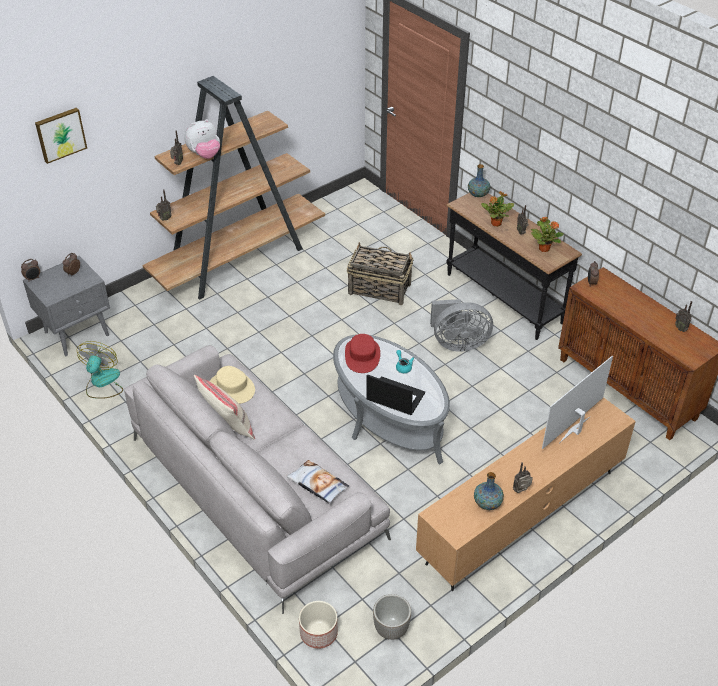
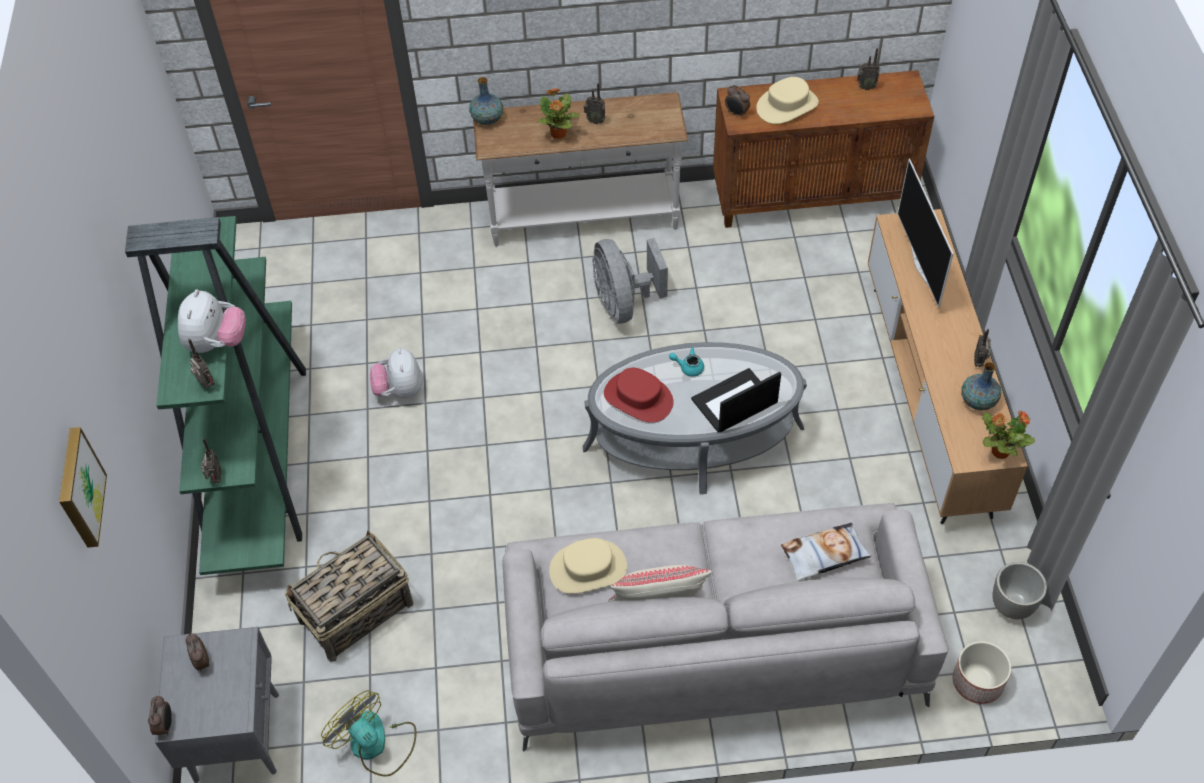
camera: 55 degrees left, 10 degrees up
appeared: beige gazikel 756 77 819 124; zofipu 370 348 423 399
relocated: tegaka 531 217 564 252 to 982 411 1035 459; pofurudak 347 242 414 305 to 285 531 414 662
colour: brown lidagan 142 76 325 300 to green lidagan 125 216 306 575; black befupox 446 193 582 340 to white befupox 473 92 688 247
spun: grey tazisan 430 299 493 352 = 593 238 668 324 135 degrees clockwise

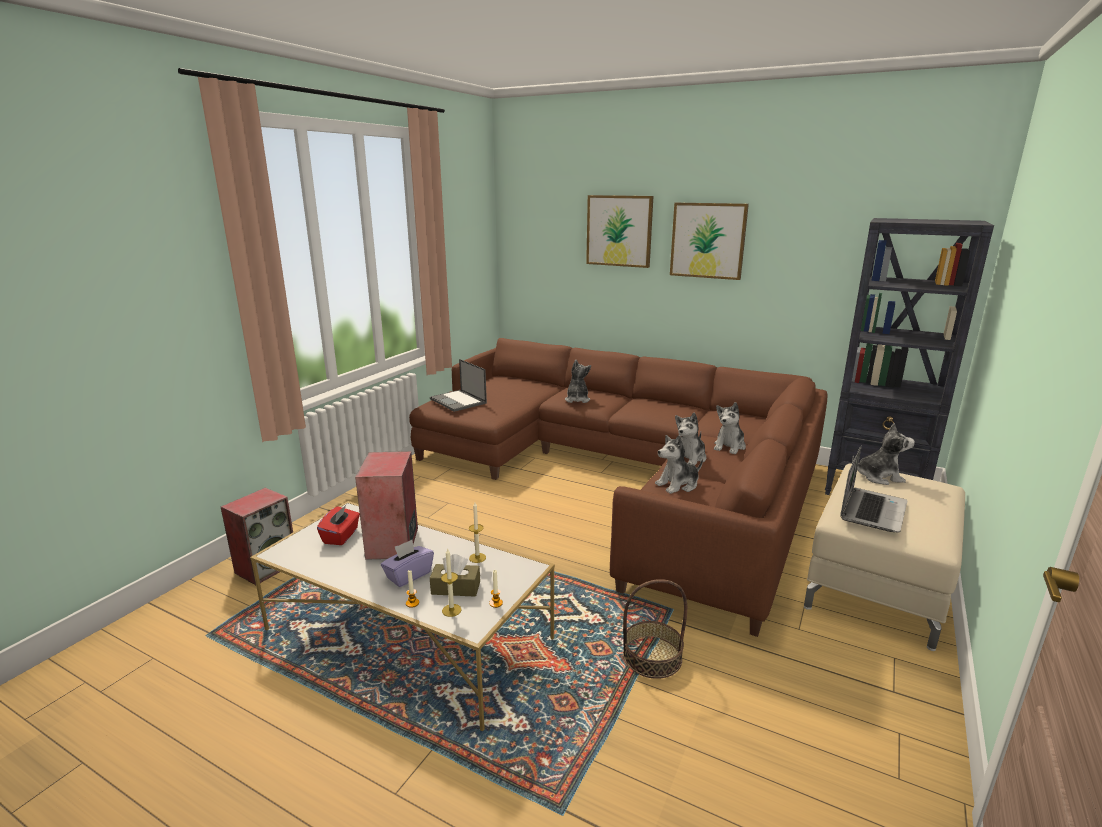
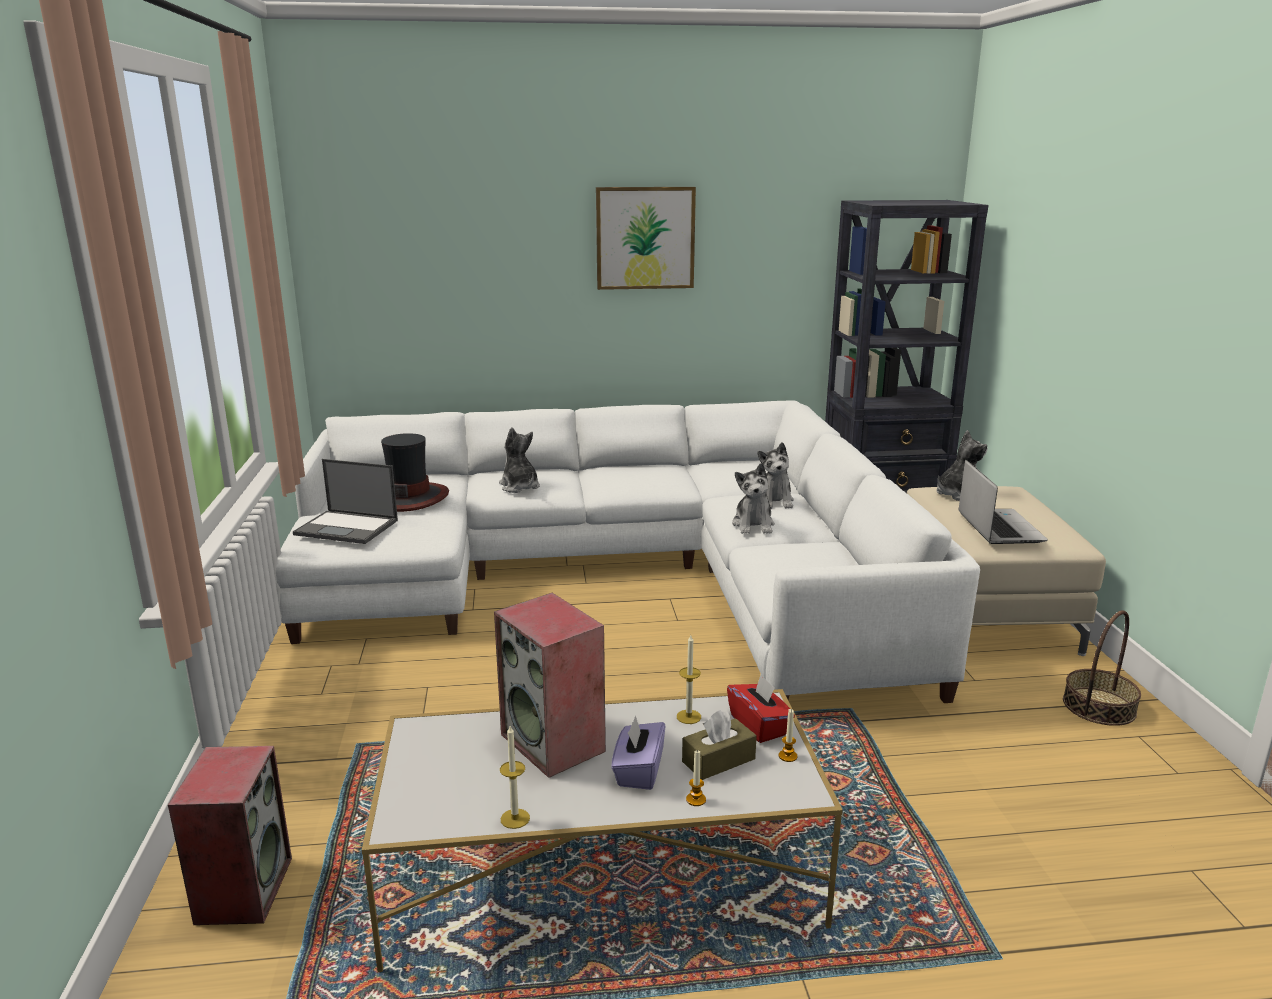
camera: 35 degrees left, 0 degrees up
missing: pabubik 586 195 653 268; zofipu 655 435 703 494
appeared: gazikel 381 433 449 512
relocated: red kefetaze 317 505 360 545 to 727 675 795 743; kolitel 441 548 462 617 to 500 726 530 829; pofurudak 623 579 687 679 to 1063 610 1141 726
colour: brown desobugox 409 338 828 637 to white desobugox 276 401 980 703

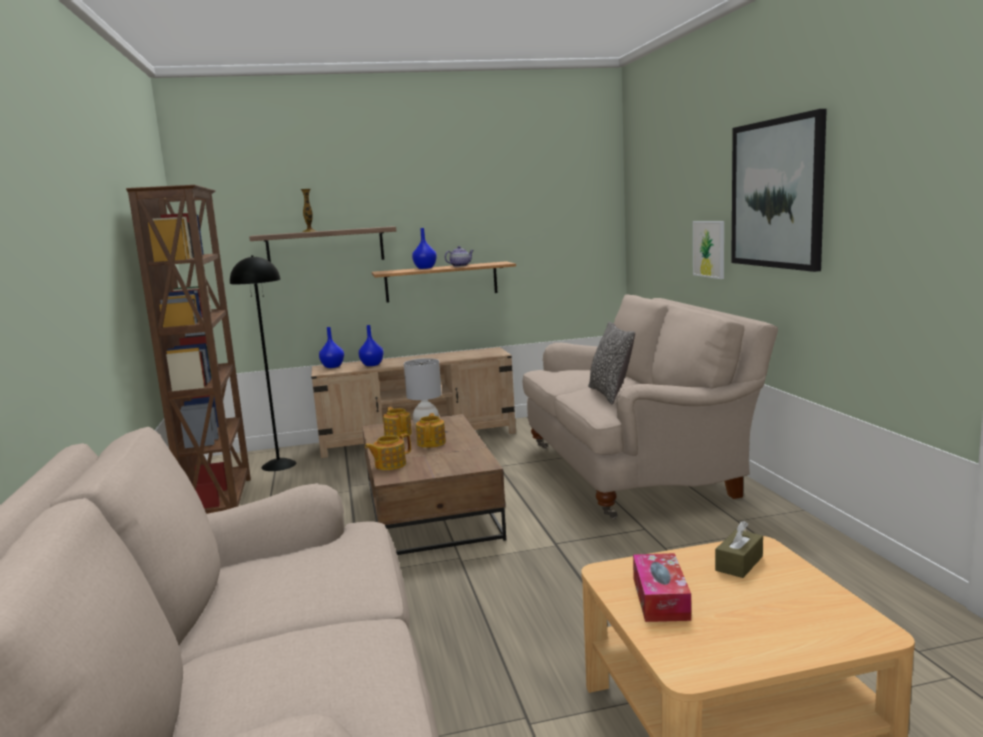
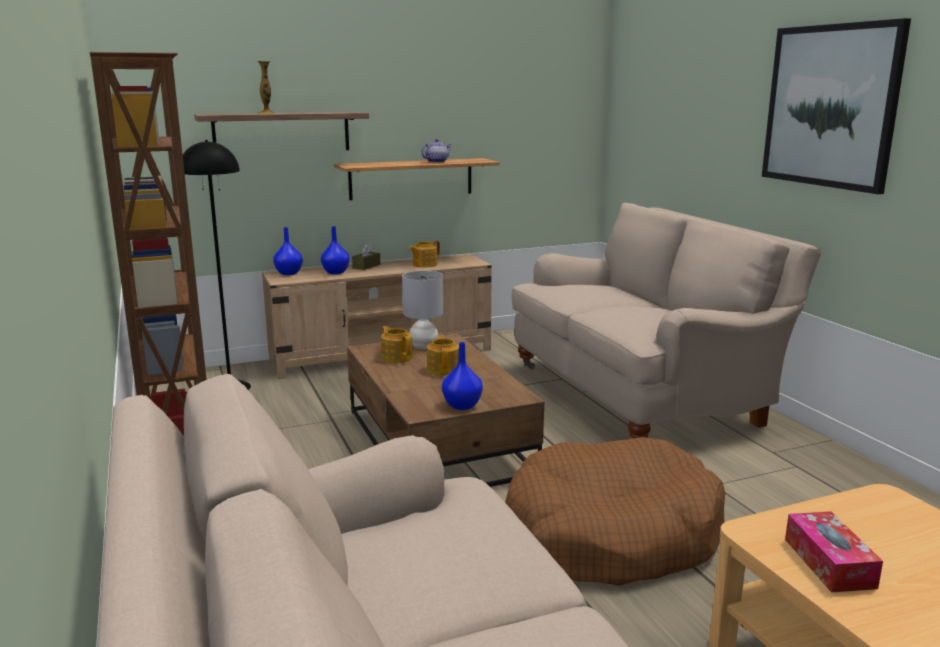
camera: 10 degrees left, 5 degrees up
missing: pabubik 693 221 724 279; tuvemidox 588 321 635 404
appeared: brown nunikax 505 437 725 586
relocated: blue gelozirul 412 228 437 269 to 442 342 483 410; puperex 365 433 411 470 to 409 241 440 267; brown kefetaze 715 521 763 578 to 352 243 380 270

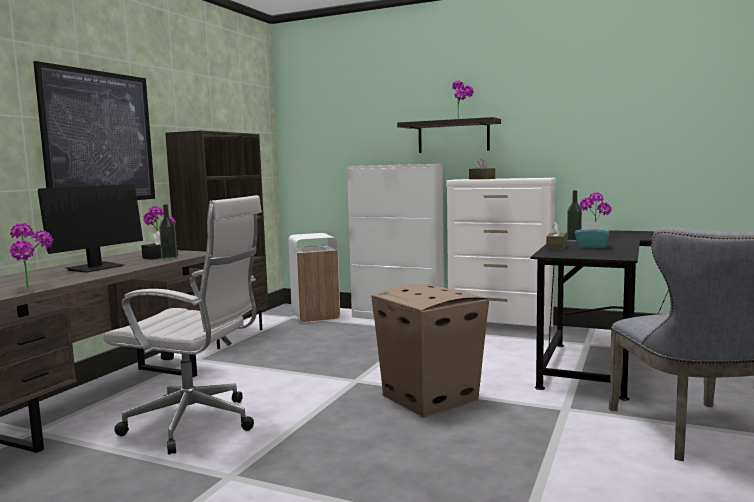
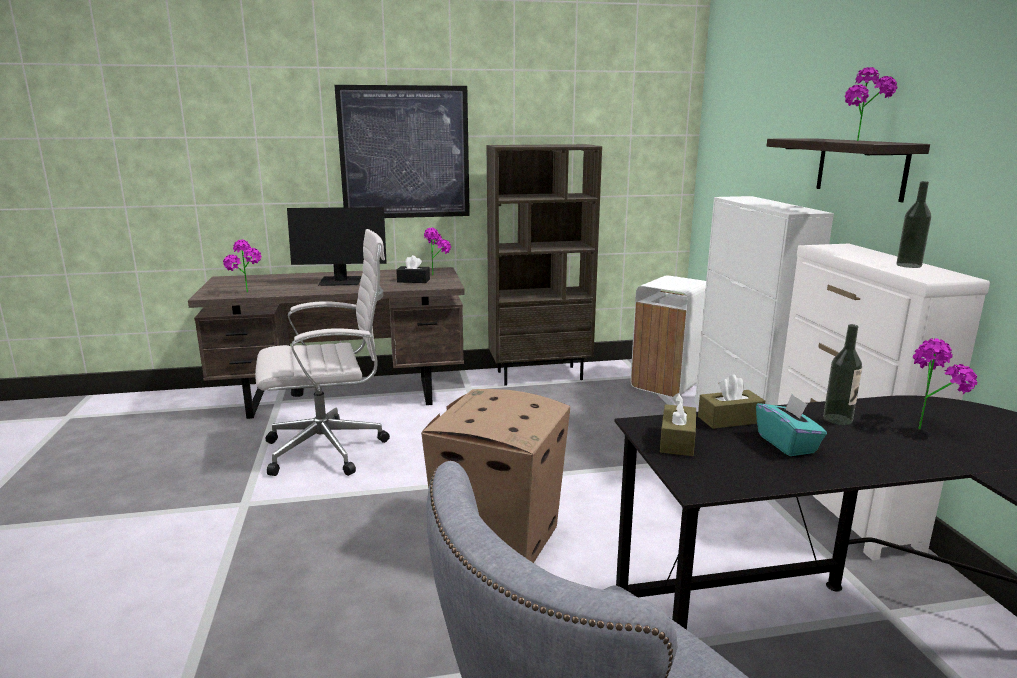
camera: 55 degrees right, 10 degrees up
relocated: brown kefetaze 469 158 495 179 to 660 393 696 456; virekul 159 204 177 260 to 896 181 931 268
spun: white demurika 103 195 262 455 = 255 229 390 476 90 degrees counterclockwise

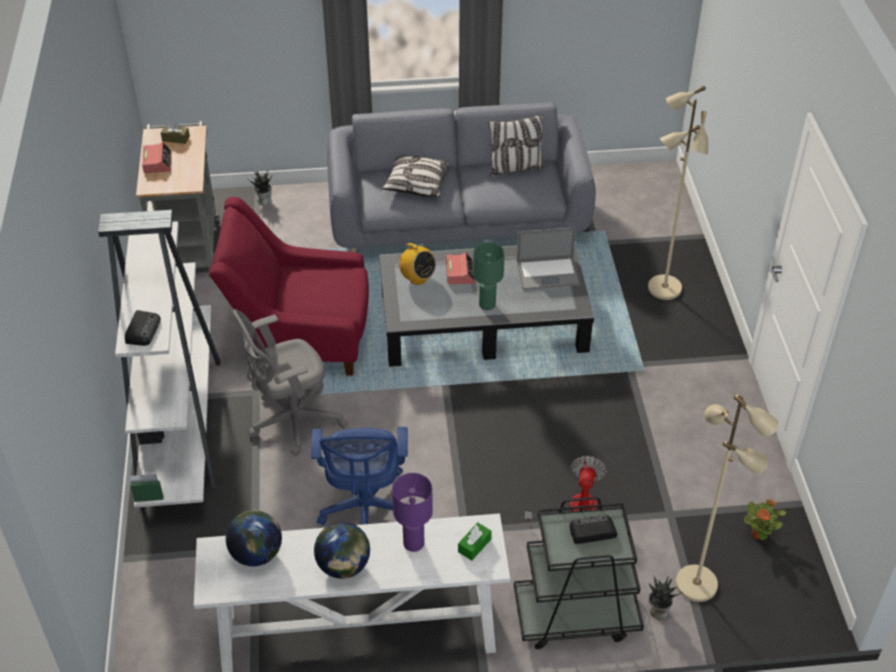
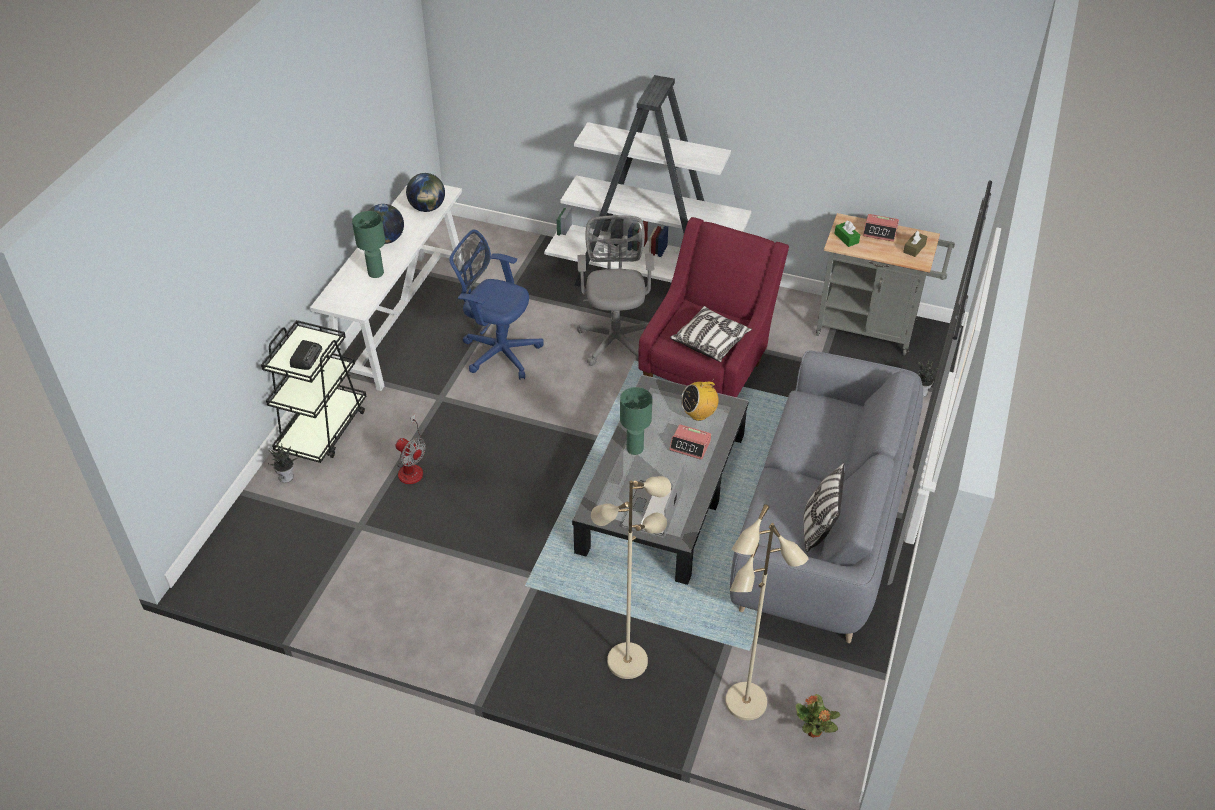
camera: 115 degrees right, 0 degrees up
missing: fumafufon 125 310 161 346
relocated: tuvemidox 382 155 450 198 to 670 306 752 362; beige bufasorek 676 394 779 602 to 725 504 808 720; tegaka 744 499 786 540 to 796 694 840 738; green kefetaze 458 522 492 561 to 834 221 860 247
colour: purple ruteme 392 473 433 552 to green ruteme 352 211 385 278

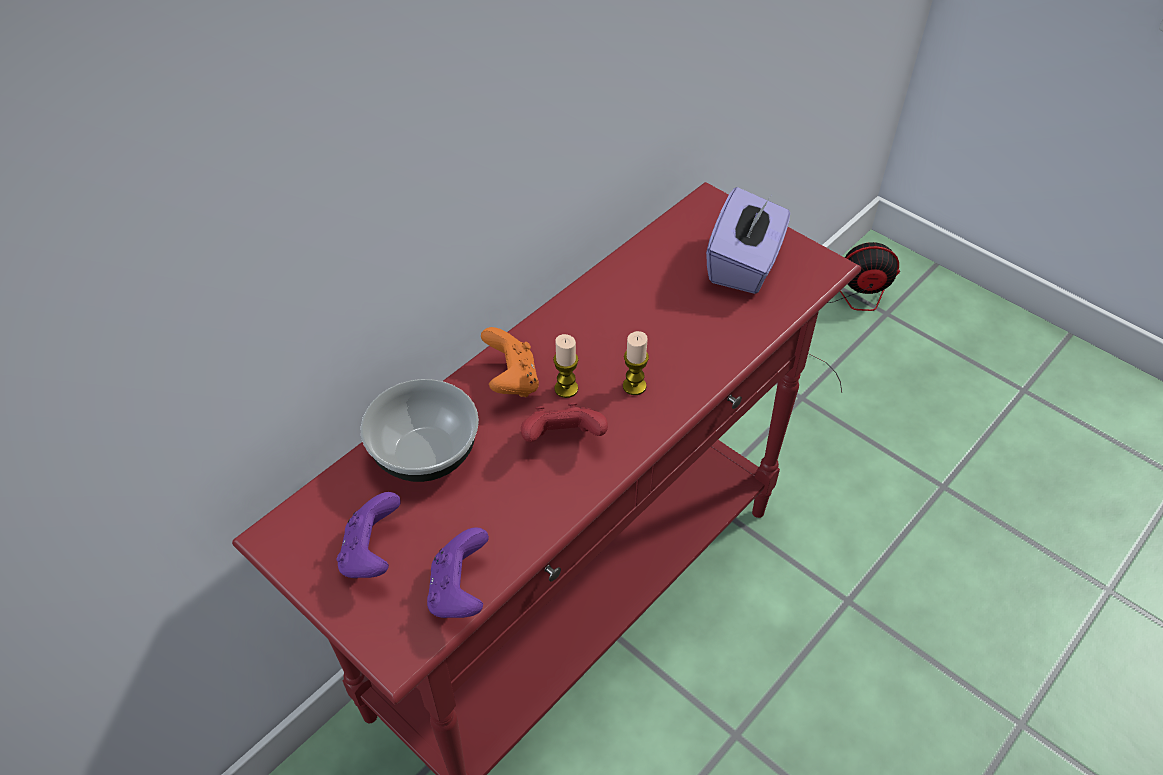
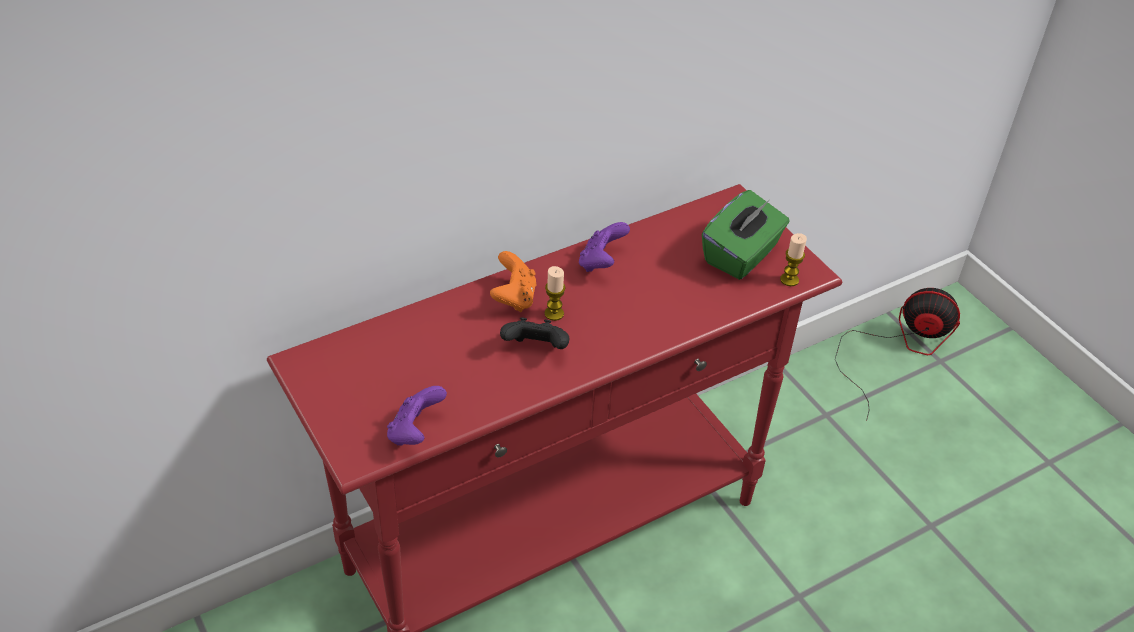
camera: 15 degrees right, 5 degrees down
missing: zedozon 361 379 479 482
relocated: kolitel 623 331 649 395 to 780 233 807 286; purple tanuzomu 336 492 401 578 to 579 222 630 272
colour: purple kefetaze 706 187 790 294 to green kefetaze 702 190 790 280; red tanuzomu 521 403 608 442 to black tanuzomu 500 317 569 349

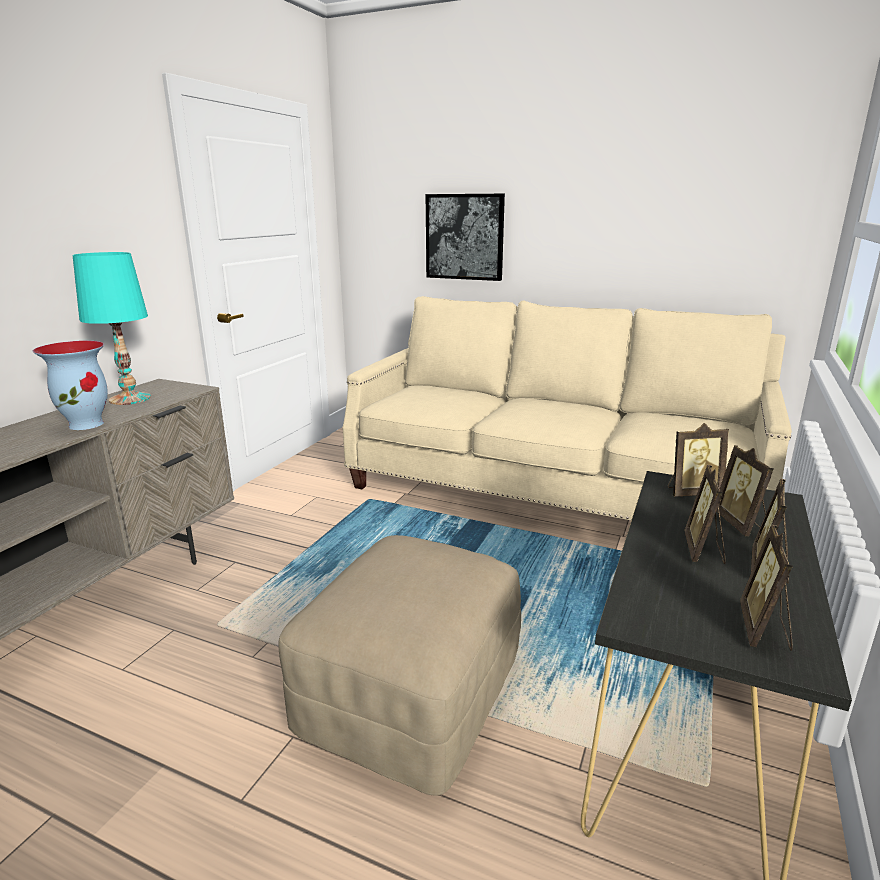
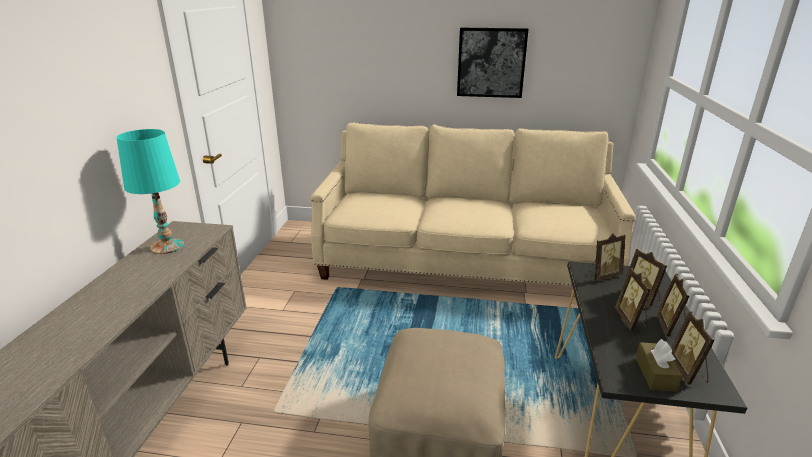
camera: 15 degrees left, 5 degrees up
missing: gelozirul 33 341 108 430
appeared: brown kefetaze 636 339 682 392
relocated: pabubik 426 194 505 281 to 457 28 529 98

